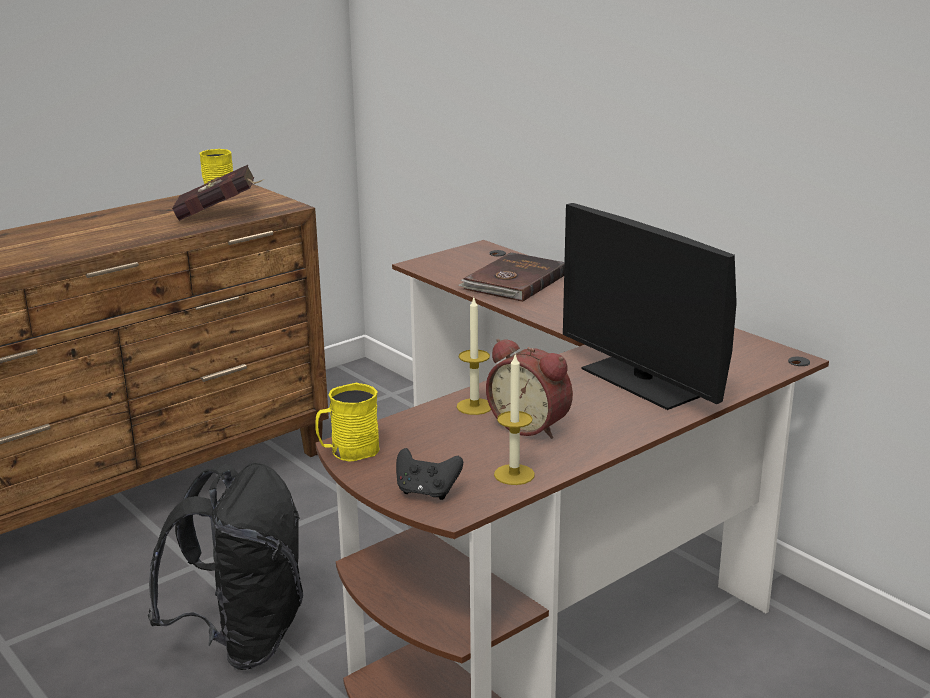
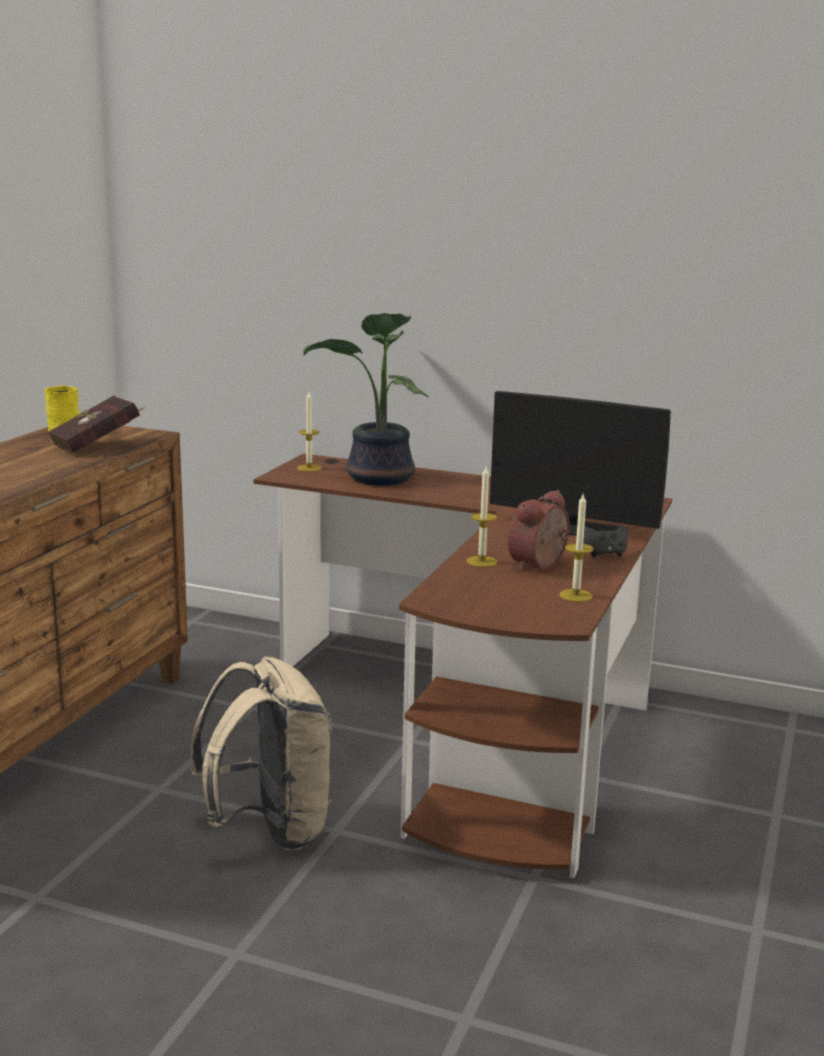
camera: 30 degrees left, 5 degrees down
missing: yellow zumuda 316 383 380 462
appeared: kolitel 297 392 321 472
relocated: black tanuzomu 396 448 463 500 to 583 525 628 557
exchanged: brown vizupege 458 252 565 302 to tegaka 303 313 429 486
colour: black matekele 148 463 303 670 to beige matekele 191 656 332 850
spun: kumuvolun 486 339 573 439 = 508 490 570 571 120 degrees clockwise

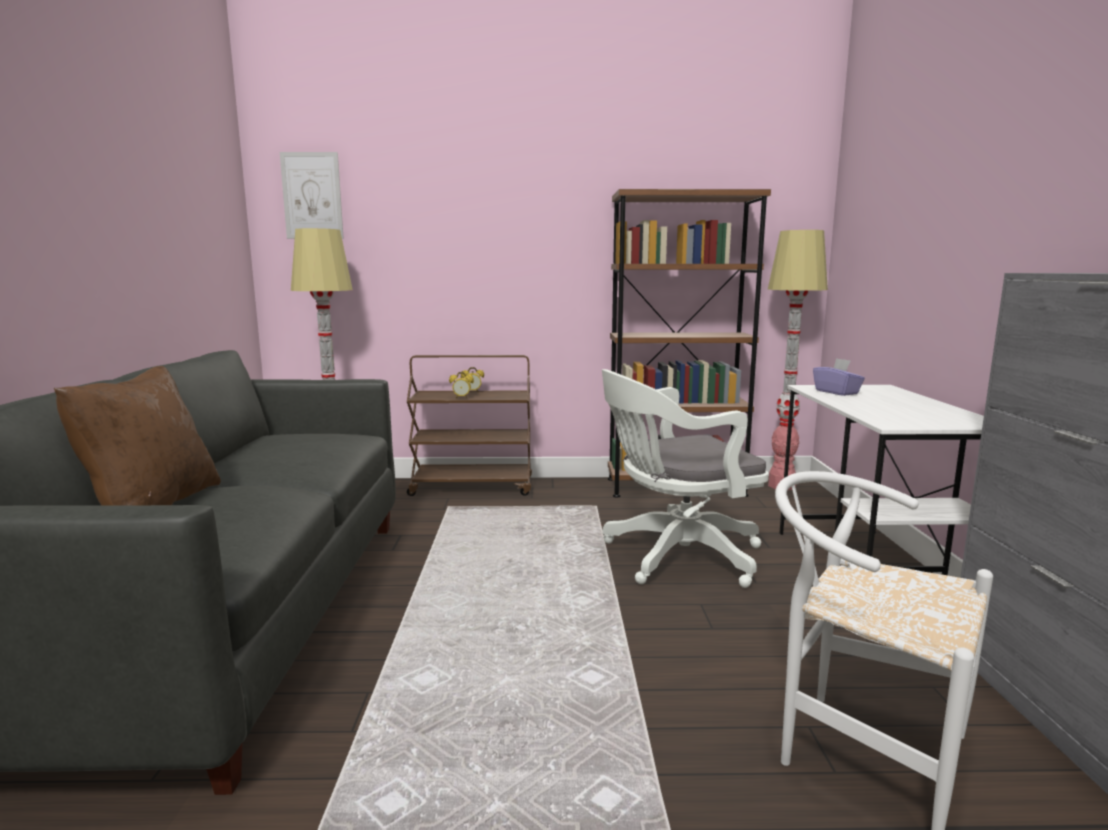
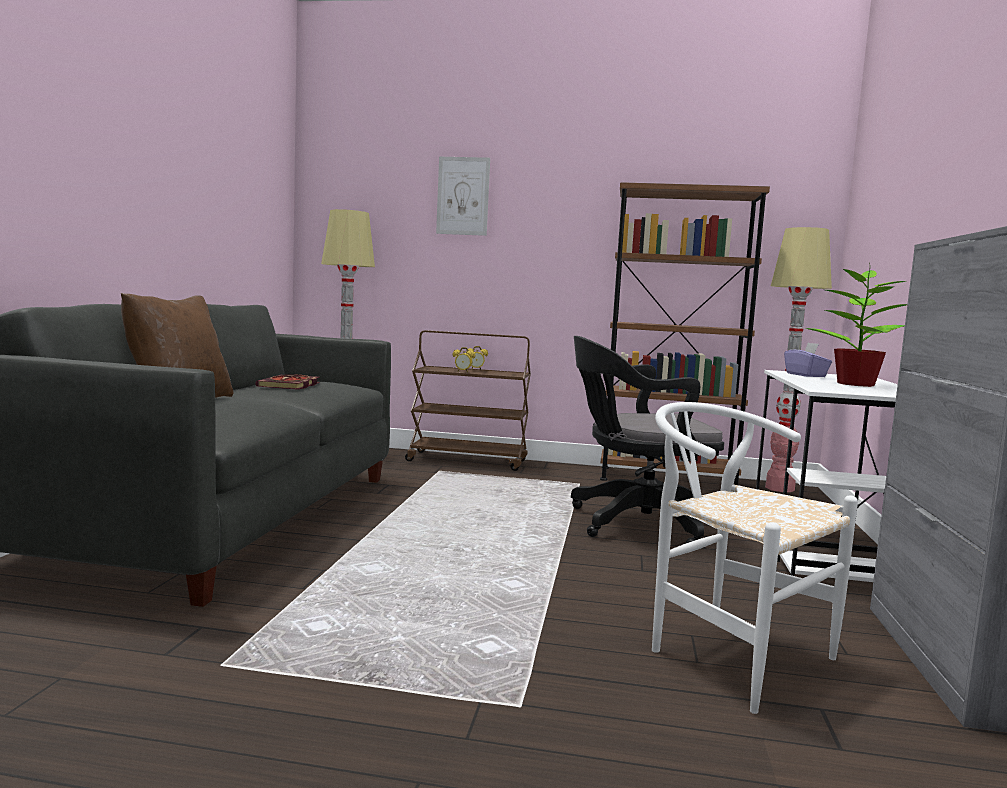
camera: 10 degrees right, 5 degrees down
appeared: tegaka 805 262 907 387; vizupege 256 374 320 390
relocated: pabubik 280 152 344 239 to 436 157 490 236
colour: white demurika 602 369 769 588 to black demurika 571 336 724 543

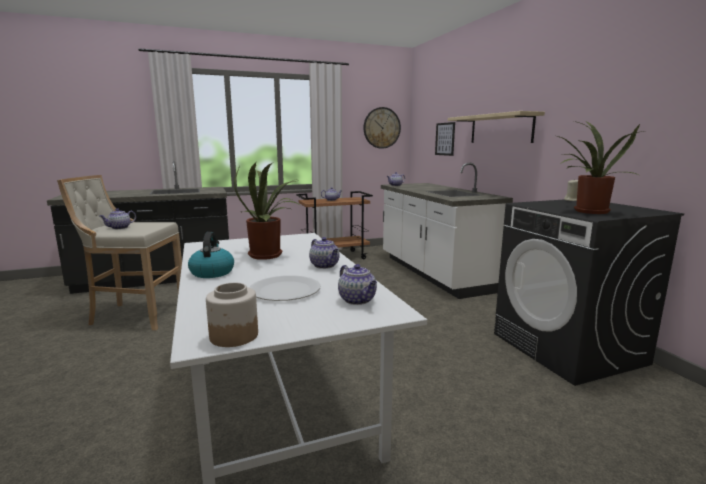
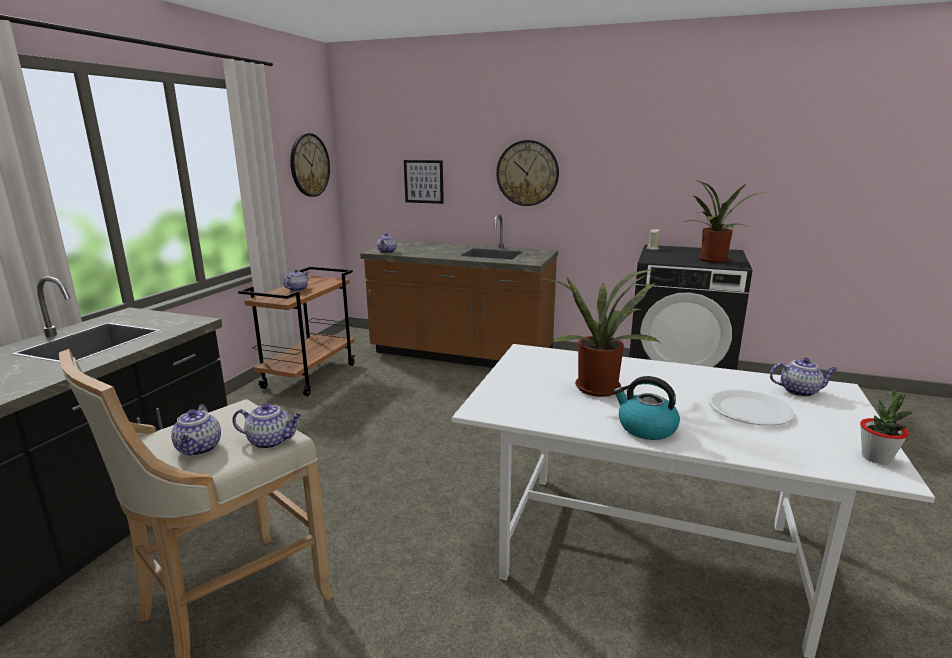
camera: 50 degrees left, 5 degrees up
relocated: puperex 309 237 340 269 to 232 403 301 449
exchanged: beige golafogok 448 111 545 143 to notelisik 496 140 559 206; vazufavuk 206 283 258 347 to tegaka 860 389 912 464
colour: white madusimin 381 163 513 299 to brown madusimin 360 214 558 368

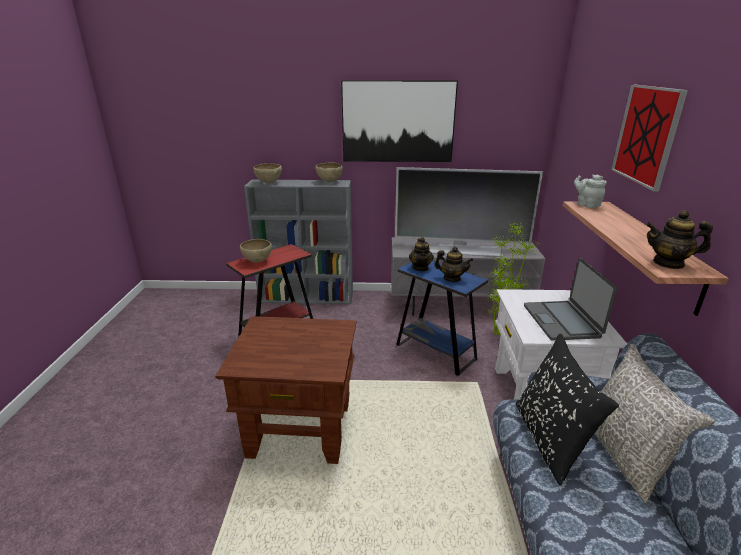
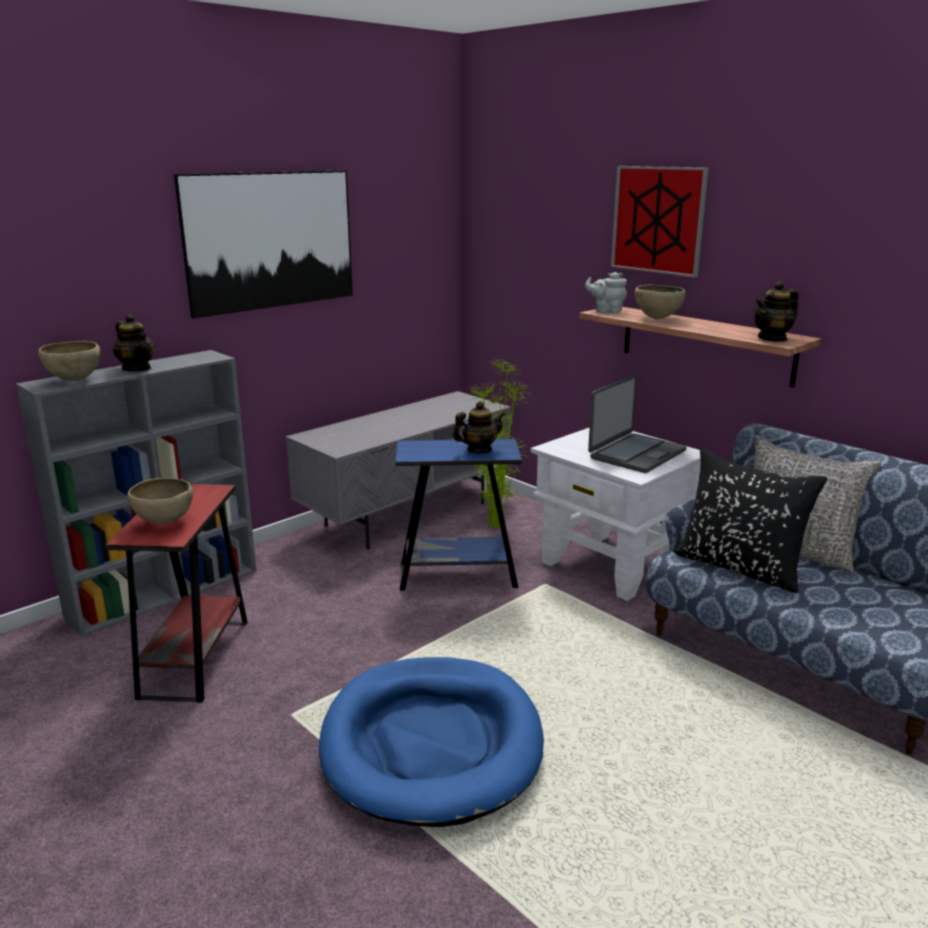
camera: 45 degrees left, 5 degrees down
missing: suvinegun 395 167 543 257
relocated: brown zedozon 315 162 343 182 to 635 285 686 319; puperex 409 237 434 271 to 113 314 155 371
exchanged: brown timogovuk 215 316 357 464 to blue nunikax 319 657 544 827
spun: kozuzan 524 258 617 341 = 588 375 687 473 90 degrees counterclockwise

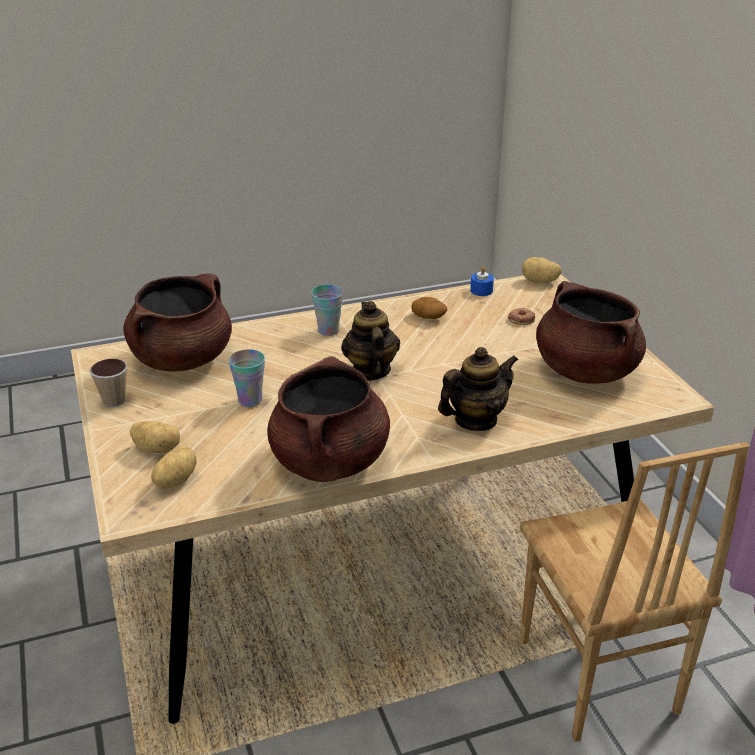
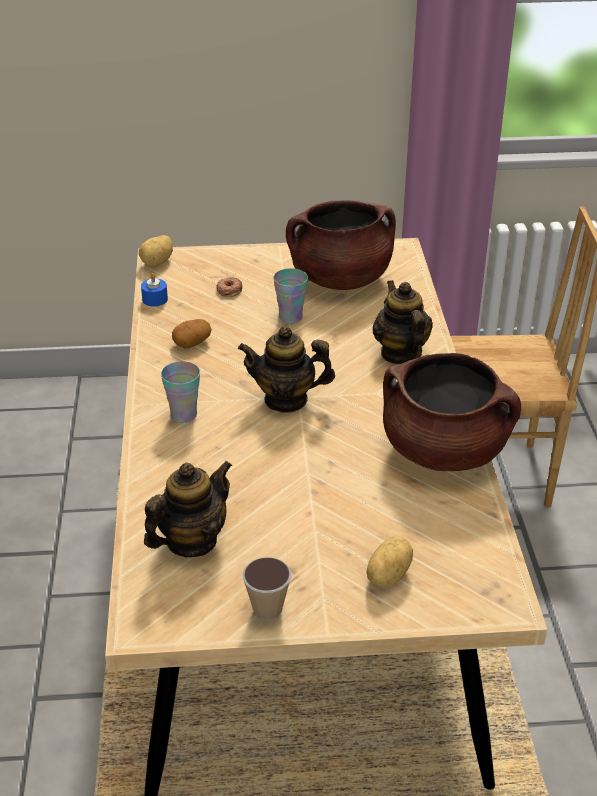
camera: 75 degrees left, 5 degrees up
missing: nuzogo 151 446 197 489
relocated: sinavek 229 349 265 407 to 273 268 308 324
exchanged: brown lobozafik 123 274 232 371 to puperex 144 461 233 557

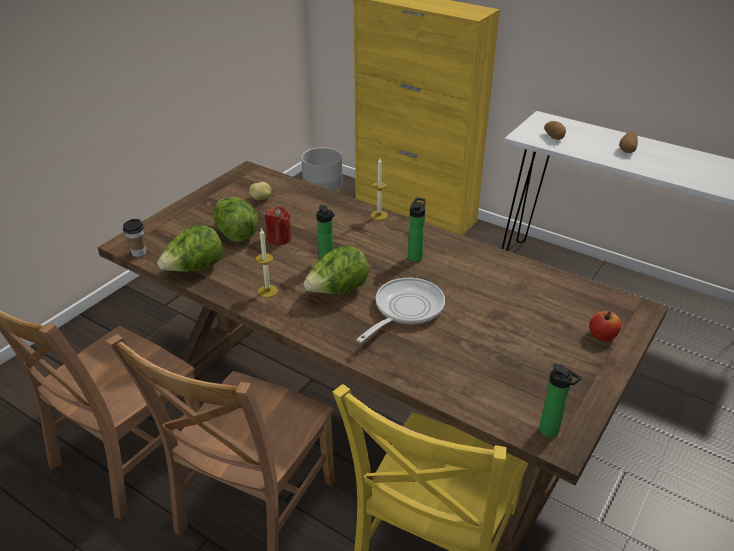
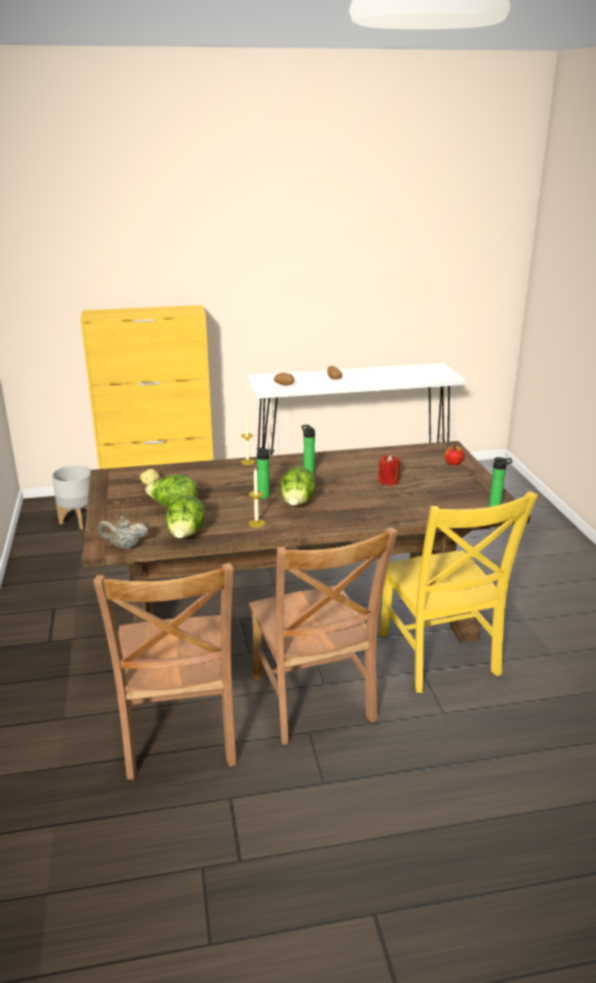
camera: 45 degrees left, 10 degrees down
missing: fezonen 356 278 445 343
relocated: red kolitel 265 206 291 245 to 378 454 401 486
exchanged: sinavek 123 219 146 257 to beige puperex 98 517 148 549

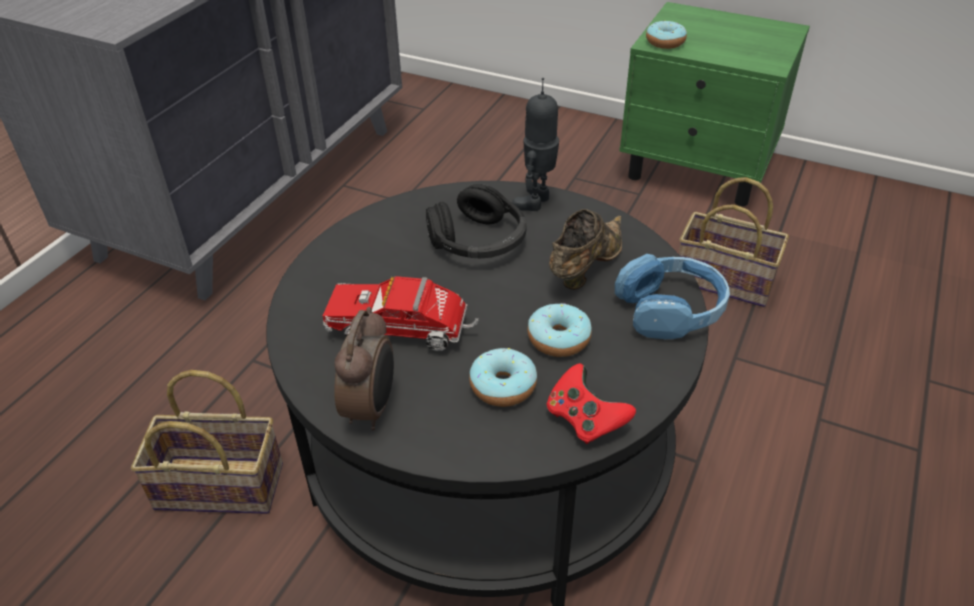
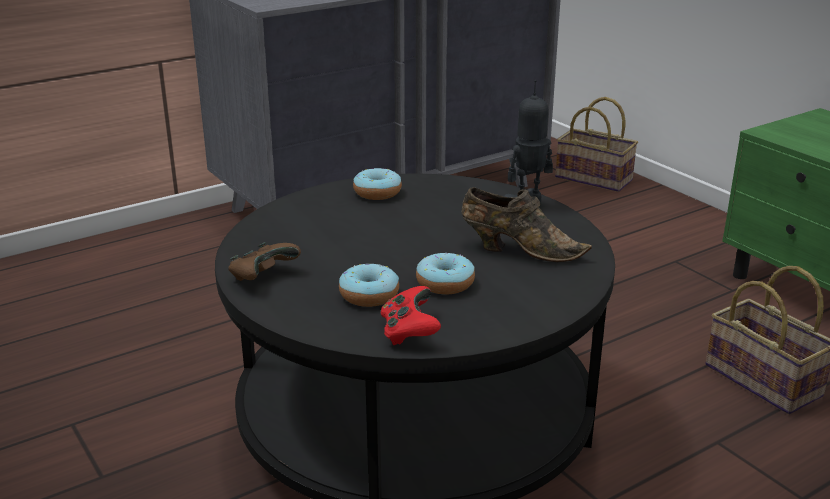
camera: 30 degrees right, 15 degrees down
missing: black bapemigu 426 184 527 258; blue bapemigu 615 254 730 339; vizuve 323 276 479 351
relocated: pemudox 646 21 687 49 to 353 168 402 200; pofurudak 131 370 283 514 to 555 97 638 192
exchanged: kumuvolun 334 307 394 430 to brown tanuzomu 228 242 301 281
spun: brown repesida 549 209 622 290 = 461 187 592 262 45 degrees clockwise

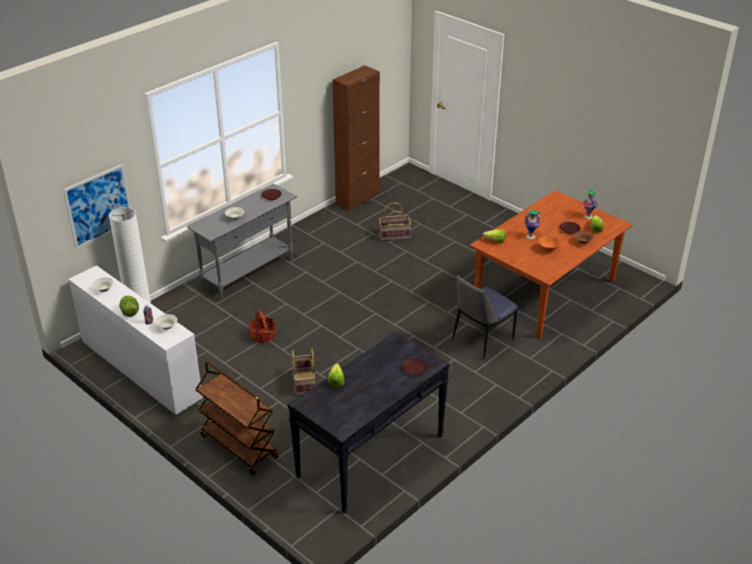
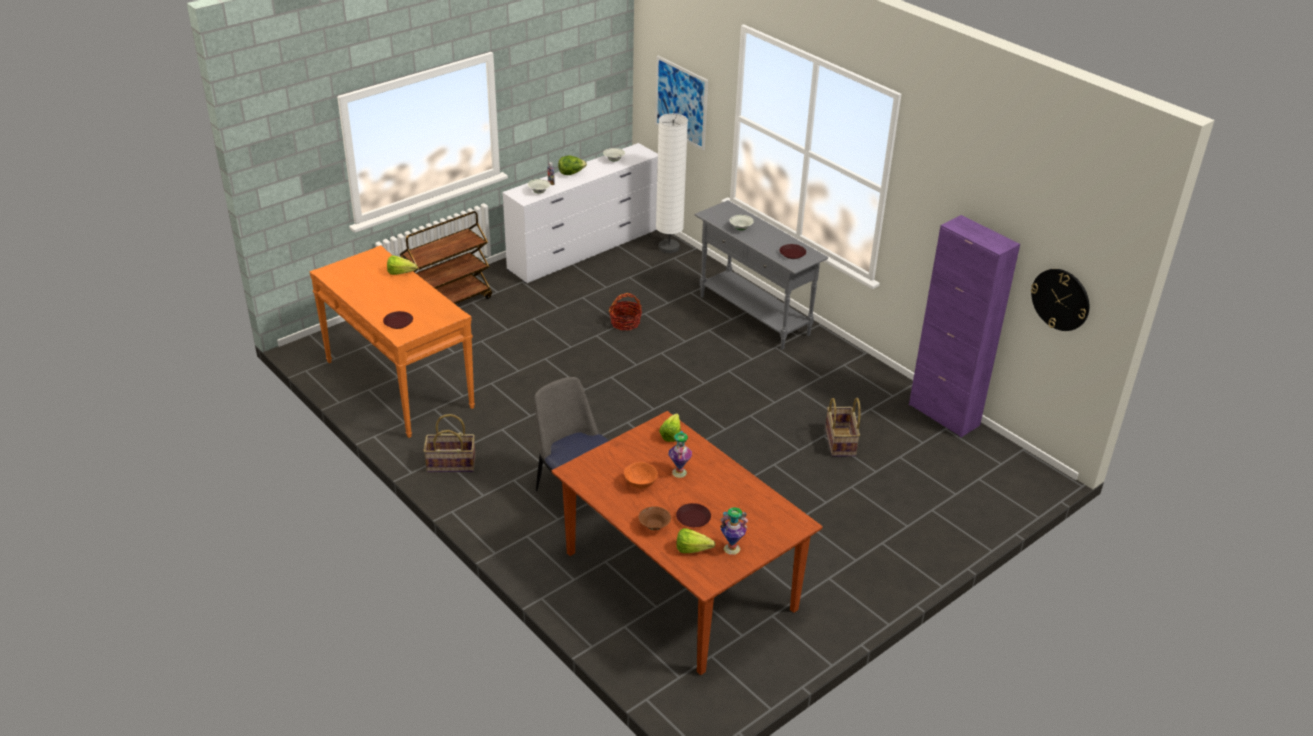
camera: 95 degrees right, 0 degrees up
appeared: notelisik 1031 269 1089 331
relocated: pofurudak 291 348 315 396 to 423 414 475 472
colour: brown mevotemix 332 65 380 211 to purple mevotemix 909 215 1020 437; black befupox 288 332 449 514 to orange befupox 309 245 475 438

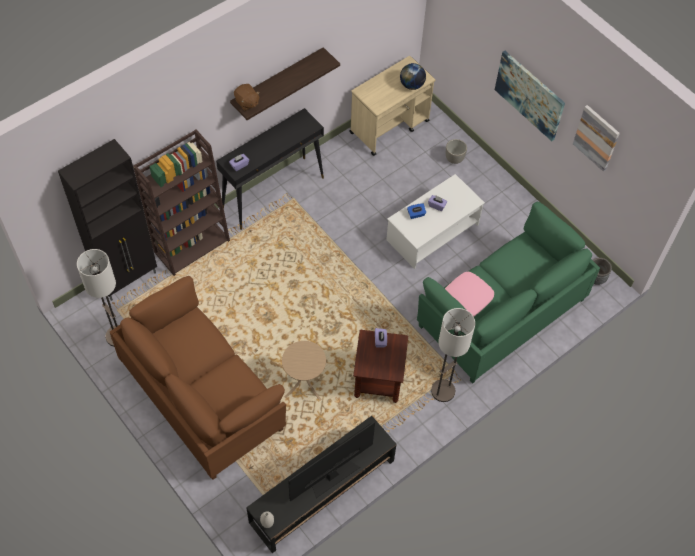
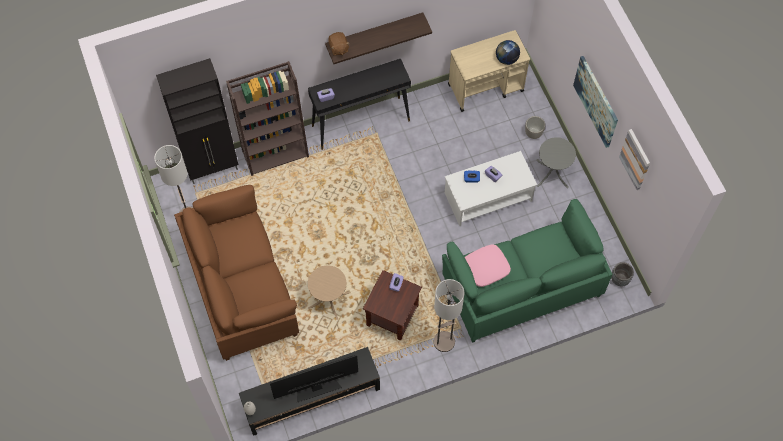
camera: 20 degrees right, 5 degrees up
appeared: grey timogovuk 536 137 576 188

